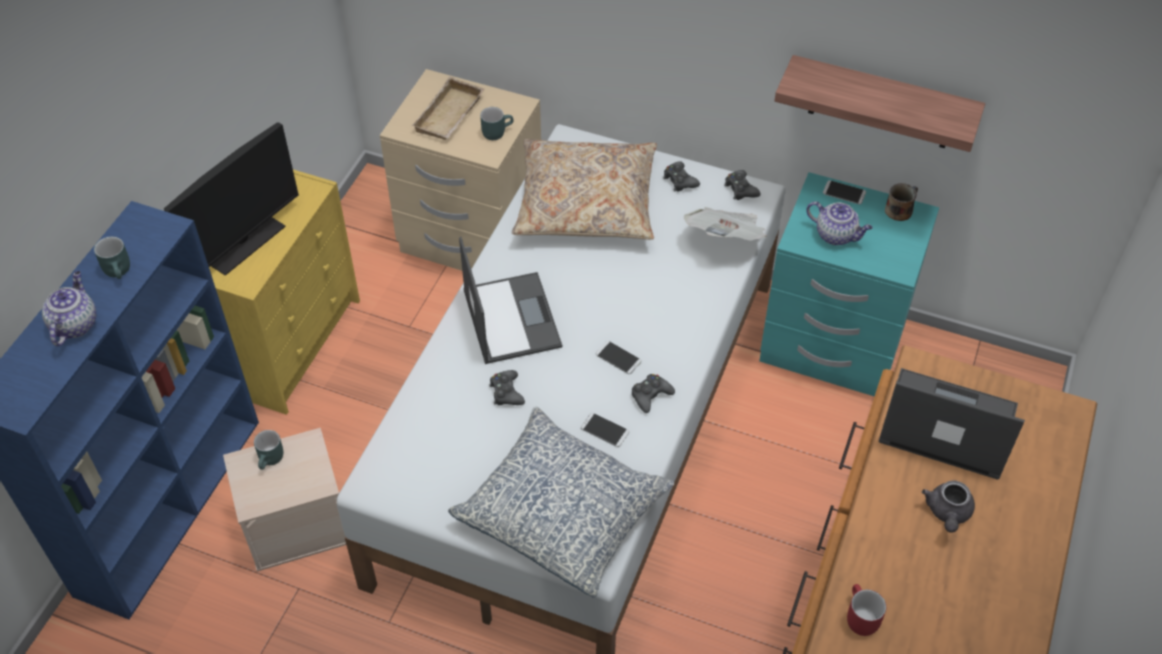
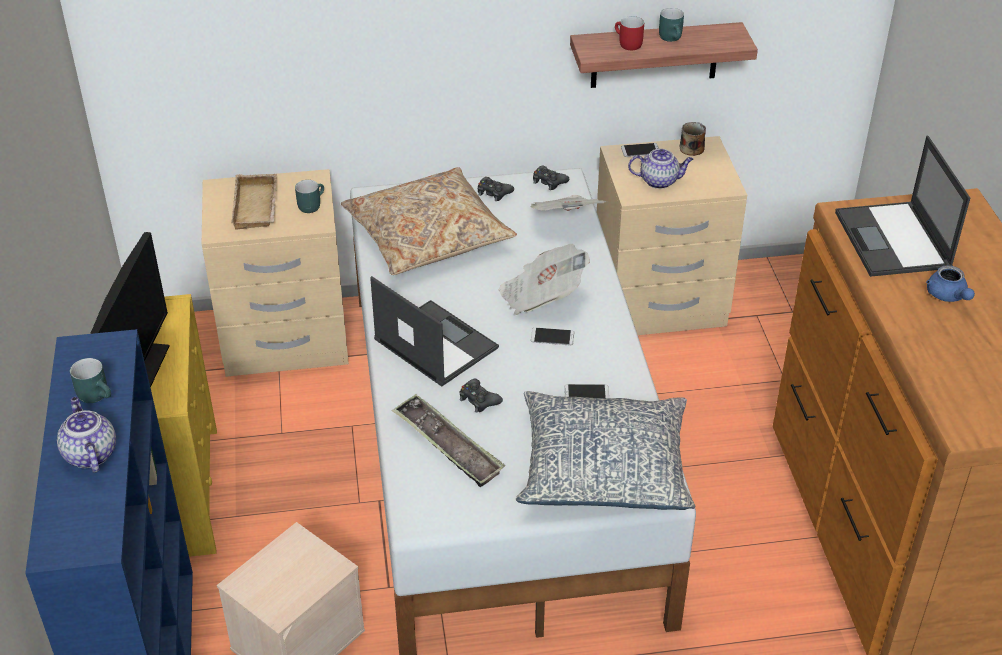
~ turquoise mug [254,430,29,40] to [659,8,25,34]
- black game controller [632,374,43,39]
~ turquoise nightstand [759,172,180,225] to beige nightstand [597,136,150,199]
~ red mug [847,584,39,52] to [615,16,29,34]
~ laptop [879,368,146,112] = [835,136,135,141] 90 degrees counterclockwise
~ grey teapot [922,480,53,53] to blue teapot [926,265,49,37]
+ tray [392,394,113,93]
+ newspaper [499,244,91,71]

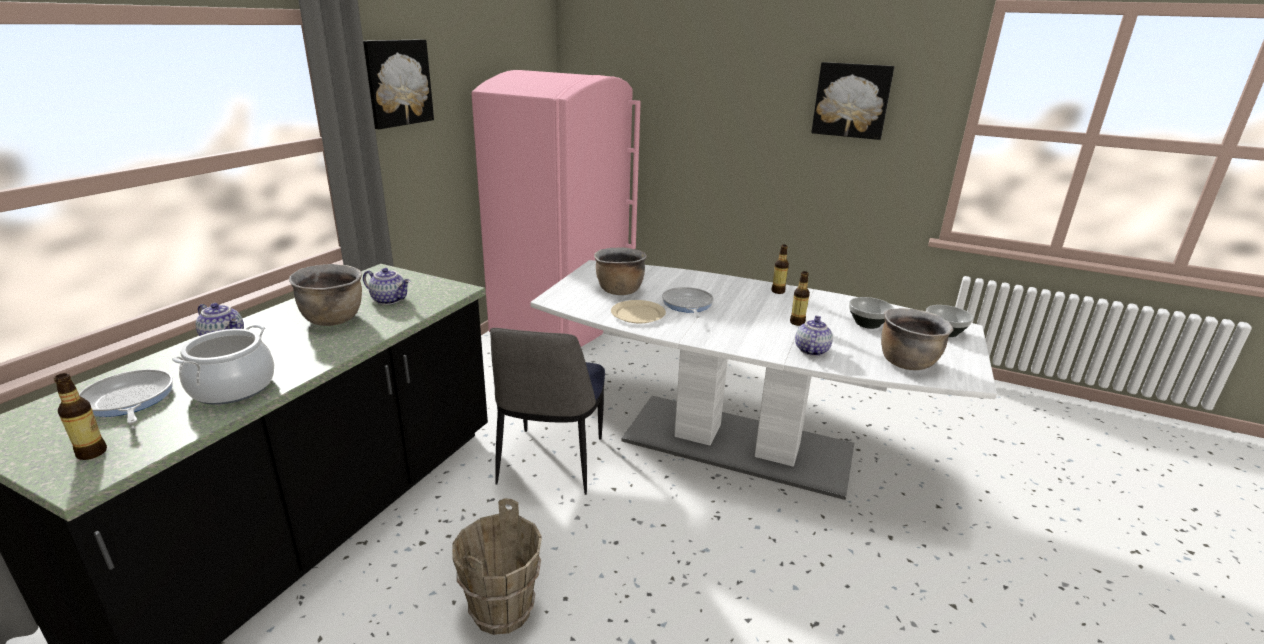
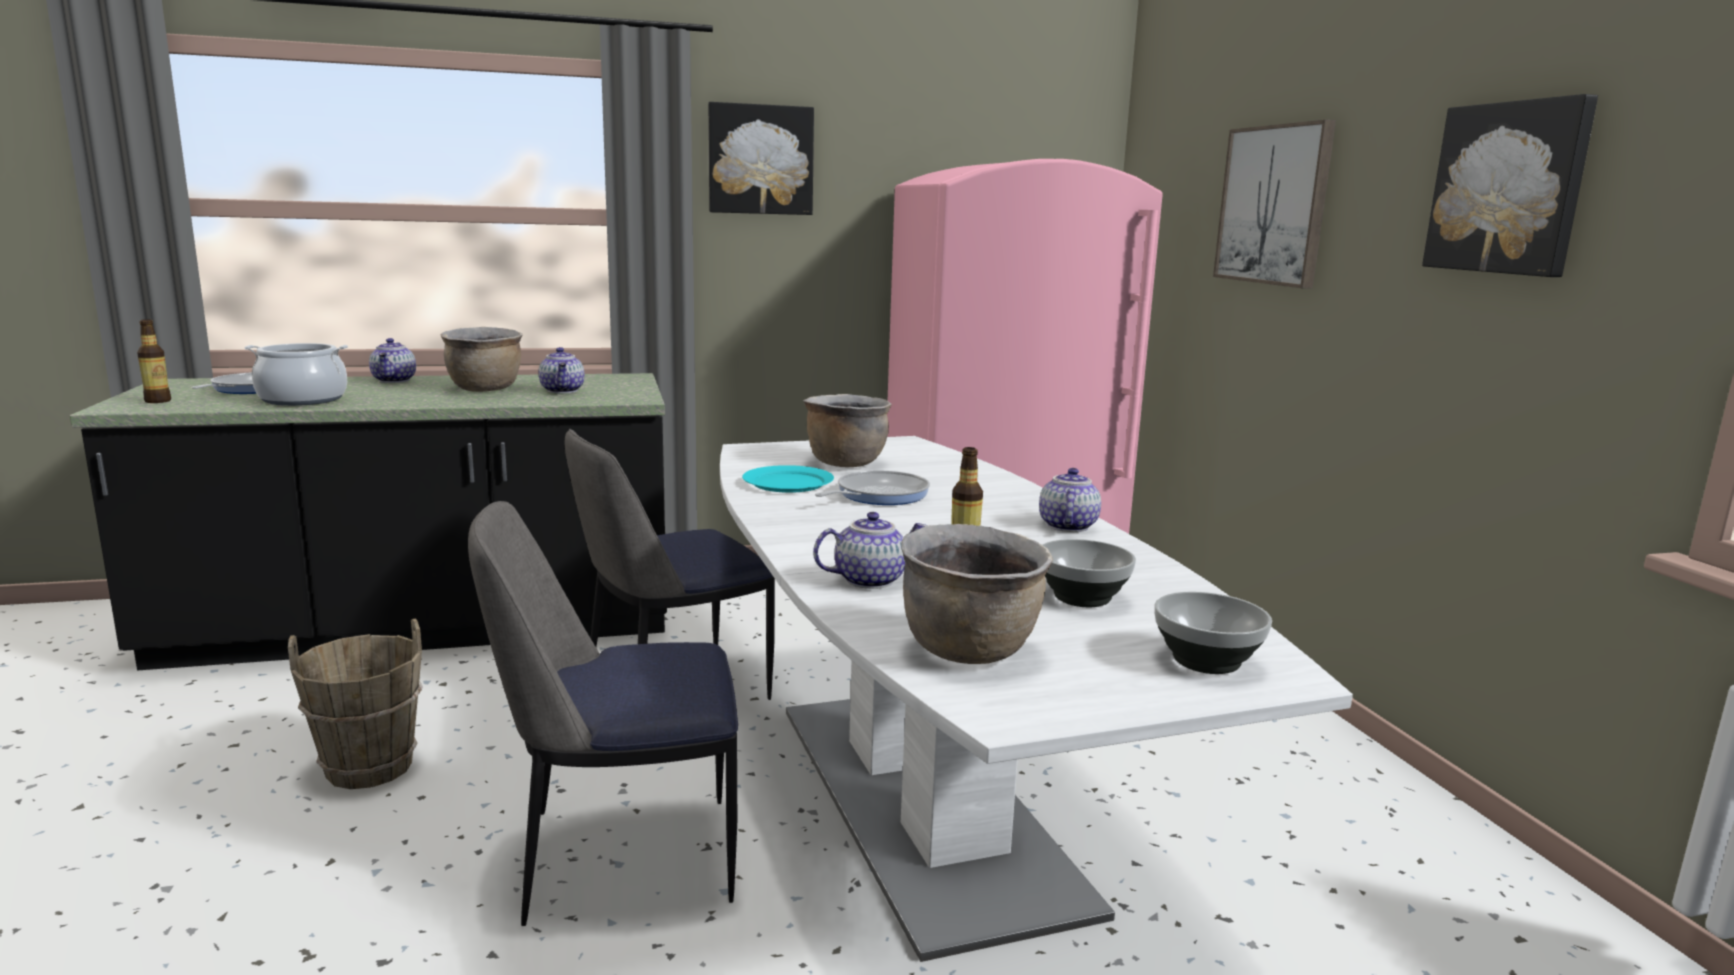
~ beige plate [611,300,55,23] to turquoise plate [742,465,92,28]
~ bottle [771,245,18,49] to teapot [1039,468,62,64]
+ chair [468,501,270,425]
+ picture [1213,120,123,169]

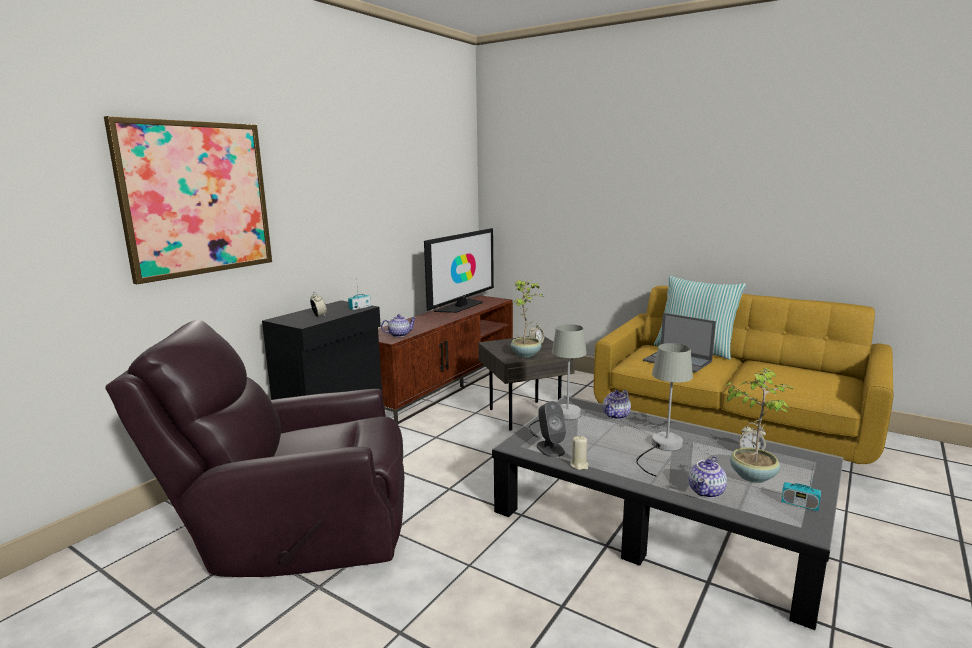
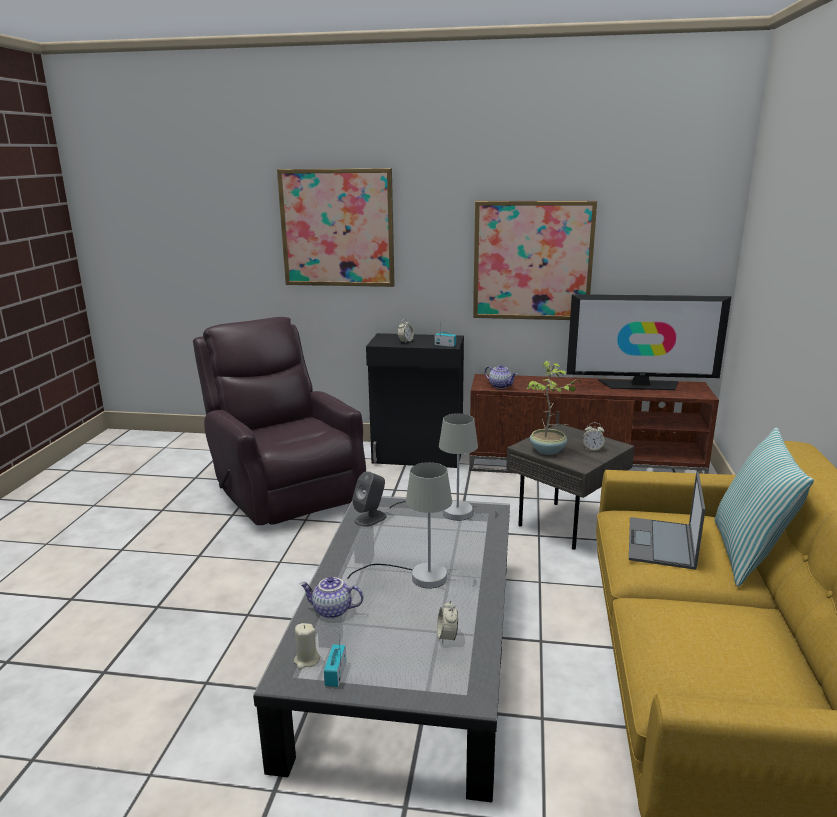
~ beige candle [570,436,19,34] to [294,623,26,46]
- teapot [603,390,28,30]
- potted plant [725,368,68,115]
+ picture [473,201,124,119]

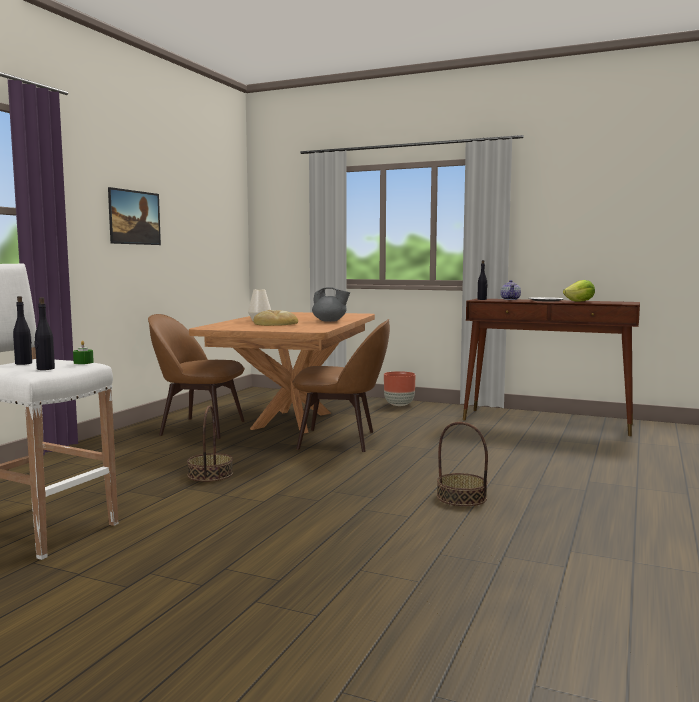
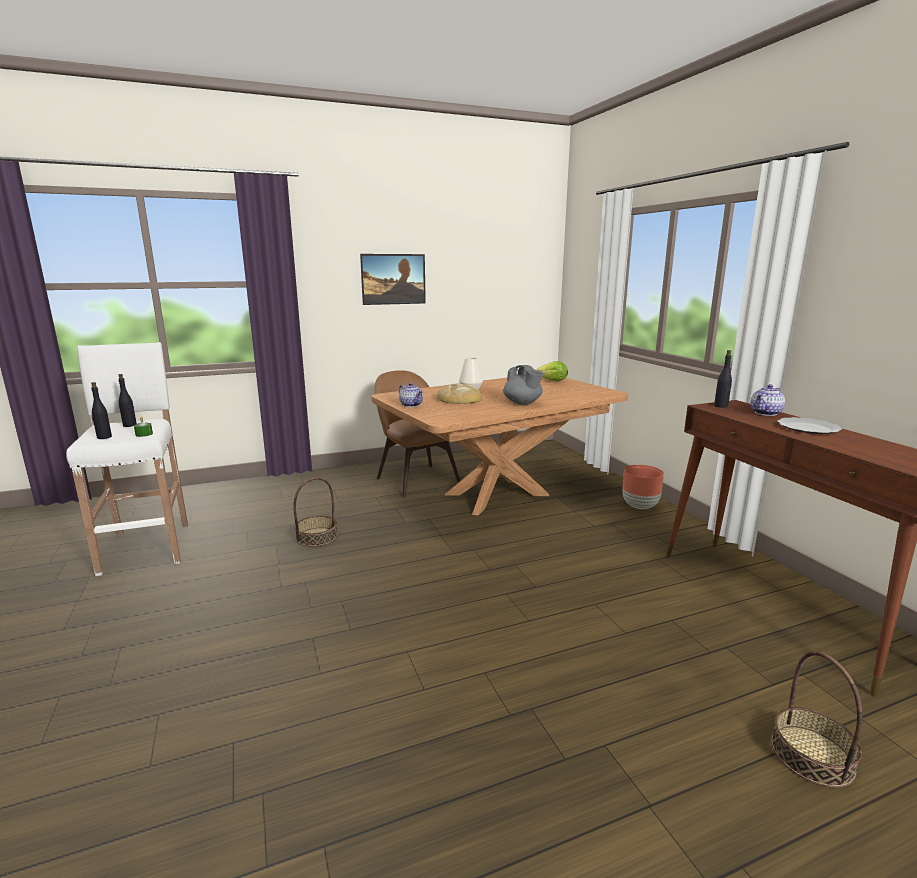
- brown chair [292,319,98,133]
~ basket [437,422,51,84] to [771,651,92,137]
~ lettuce [563,280,32,22] to [537,361,31,20]
+ teapot [399,383,24,24]

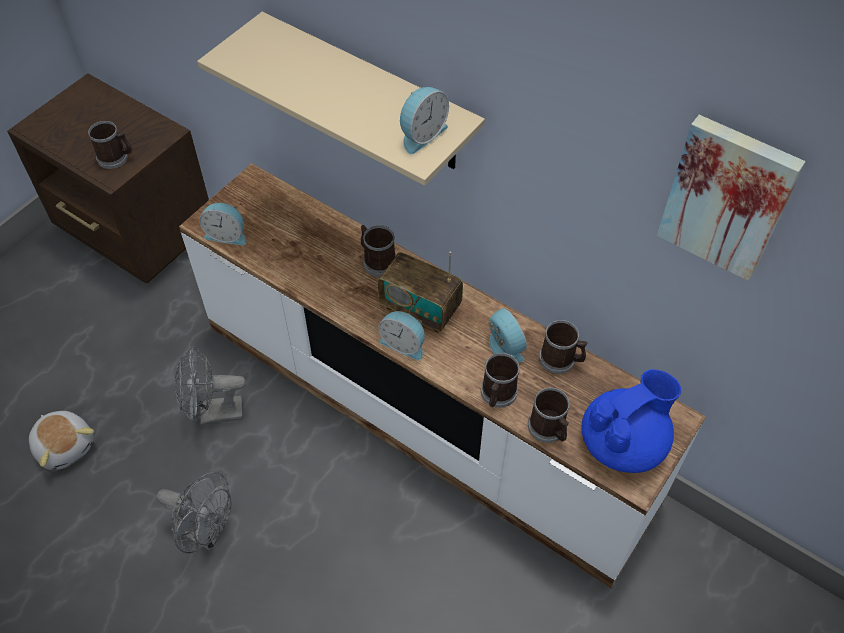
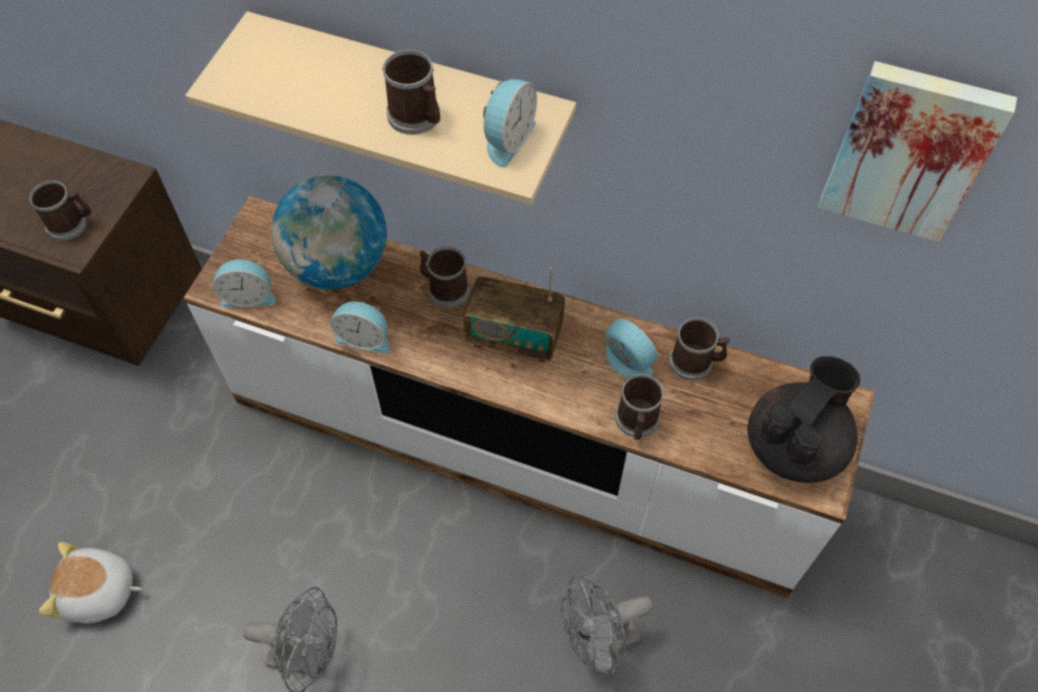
~ plush toy [29,411,65,59] = [39,542,103,81] 150 degrees clockwise
~ grey fan [174,346,72,79] to [561,575,92,101]
~ alarm clock [378,311,47,49] to [330,301,60,52]
~ mug [528,388,42,55] to [382,50,58,85]
~ blue teapot [582,369,99,104] to black teapot [748,356,112,127]
+ globe [272,175,115,114]

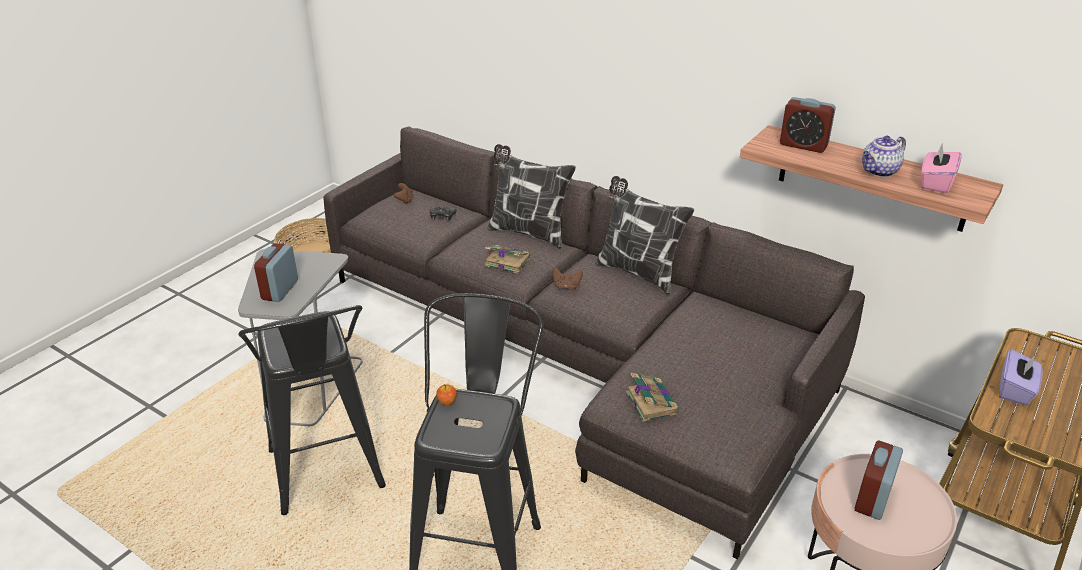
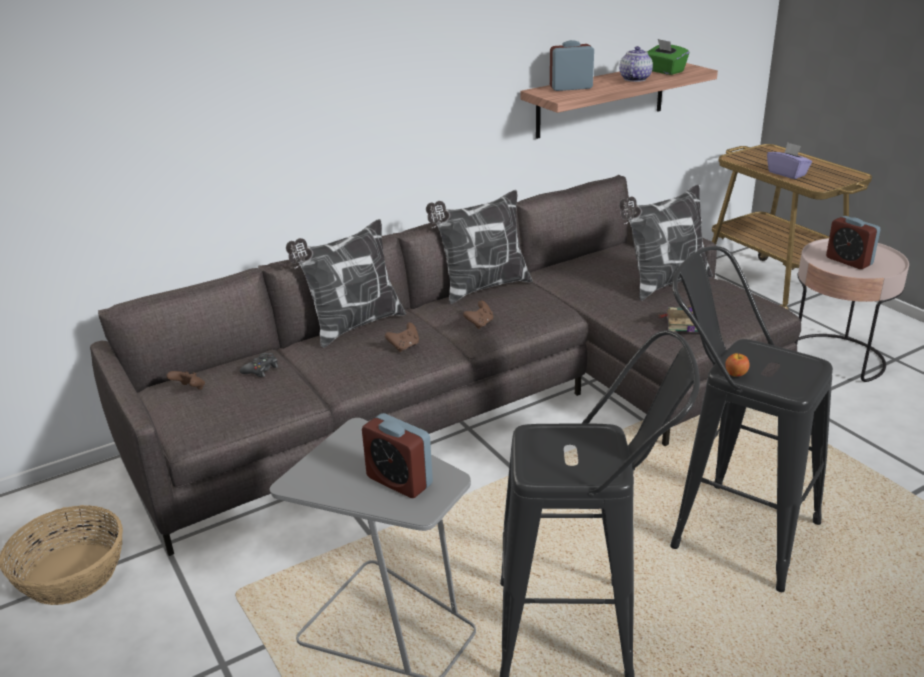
~ book [485,245,45,29] to brown game controller [385,322,34,30]
~ alarm clock [780,97,56,56] = [550,40,44,51] 150 degrees counterclockwise
~ teapot [862,136,44,41] = [619,46,34,36] 150 degrees counterclockwise
~ pink tissue box [921,142,41,51] to green tissue box [647,39,42,36]
+ pillow [619,184,94,117]

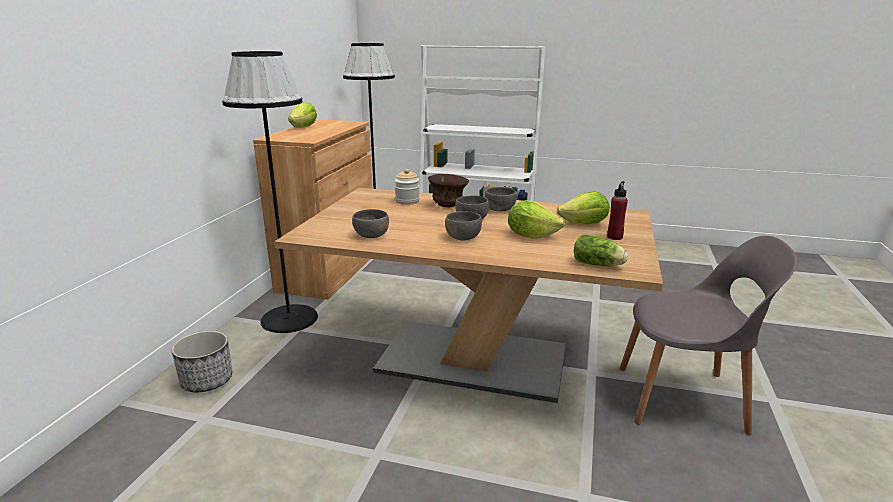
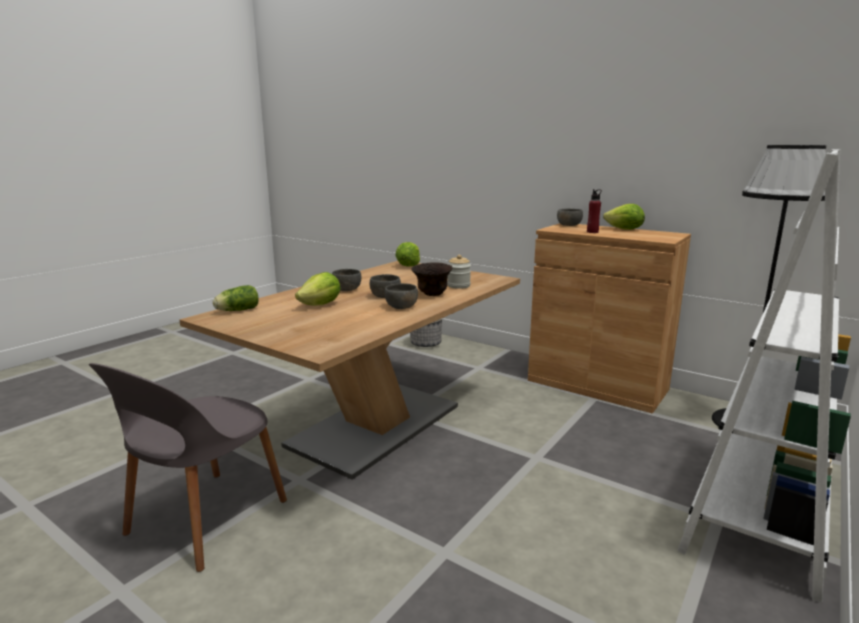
- black floor lamp [222,51,96,282]
~ grey bowl [352,209,37,29] to [557,209,26,17]
~ lettuce [557,192,53,33] to [395,242,25,25]
~ red bottle [607,181,21,59] to [587,189,15,44]

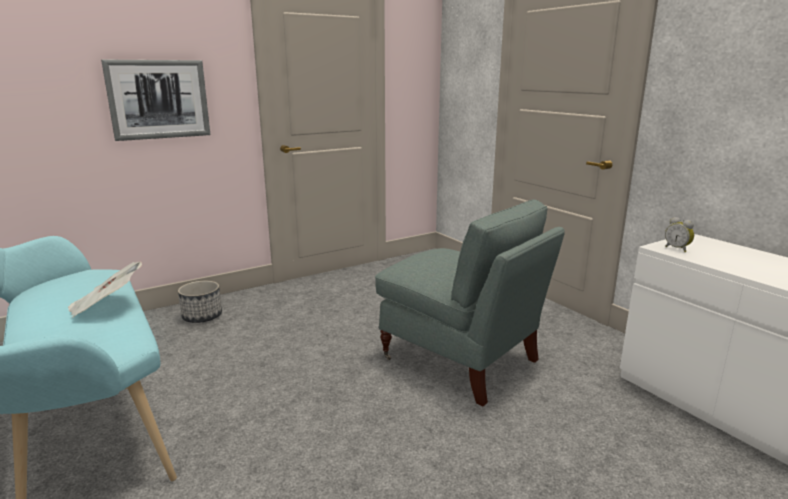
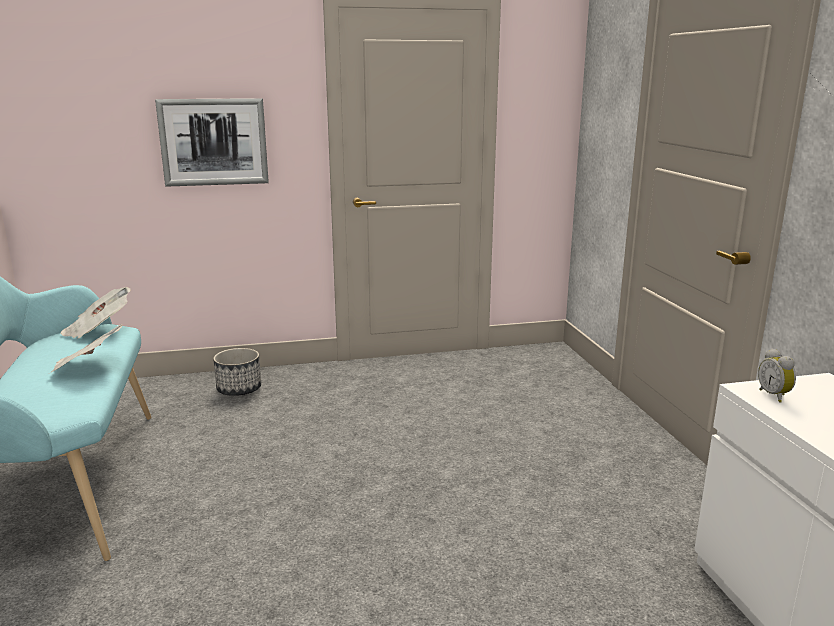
- grey armchair [375,199,190,207]
+ newspaper [60,287,71,52]

